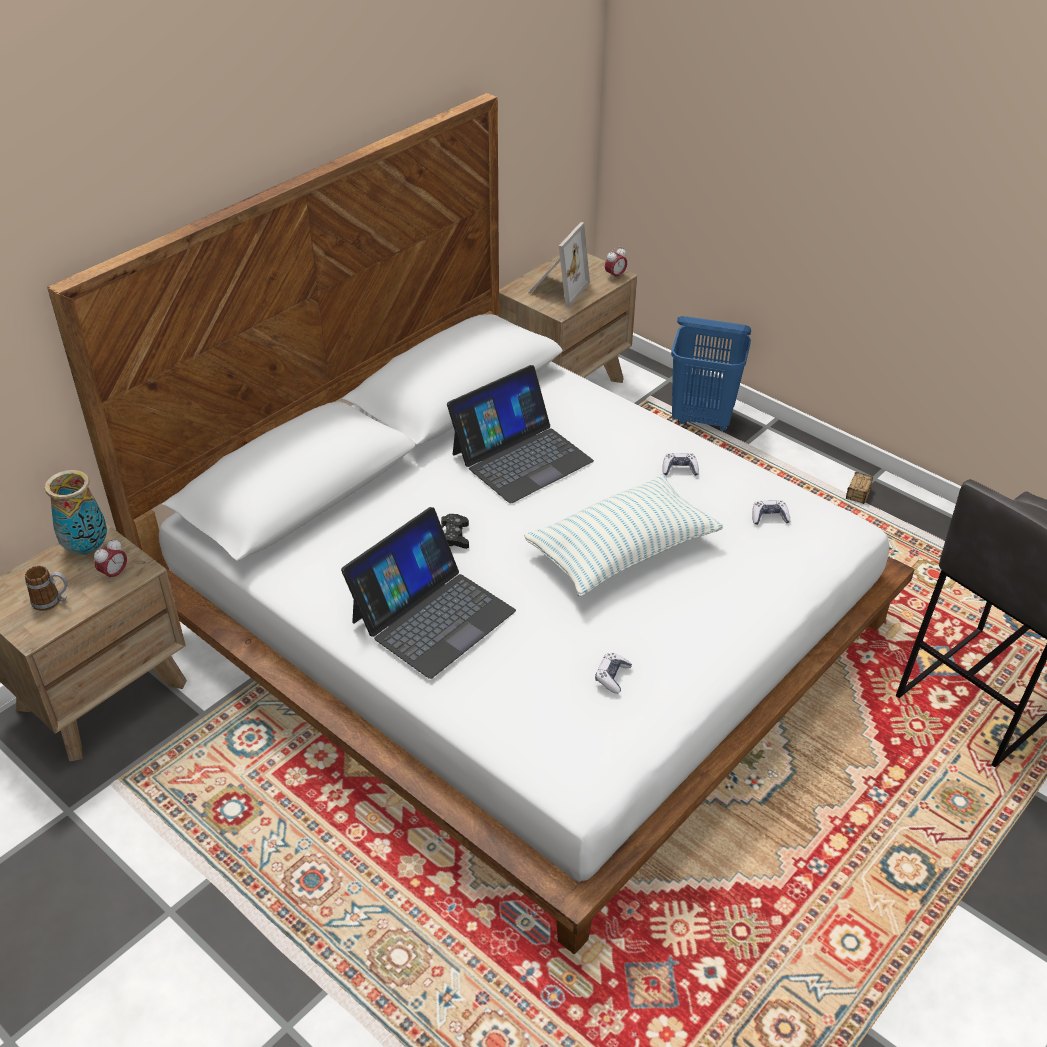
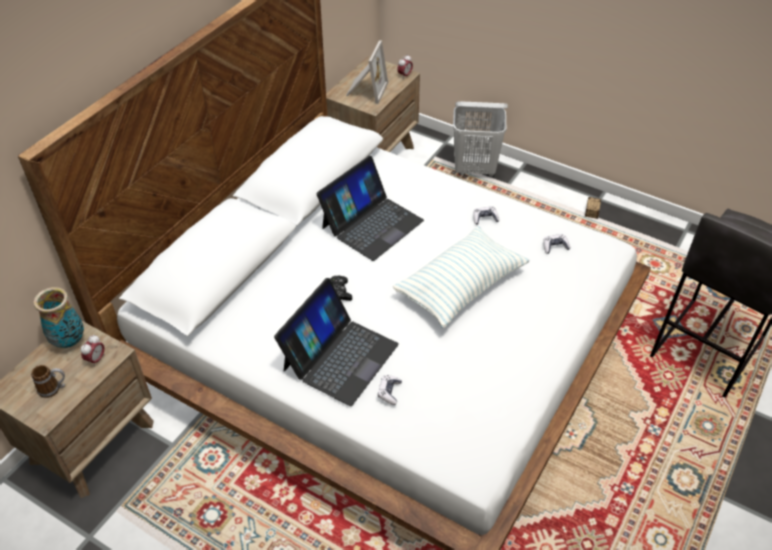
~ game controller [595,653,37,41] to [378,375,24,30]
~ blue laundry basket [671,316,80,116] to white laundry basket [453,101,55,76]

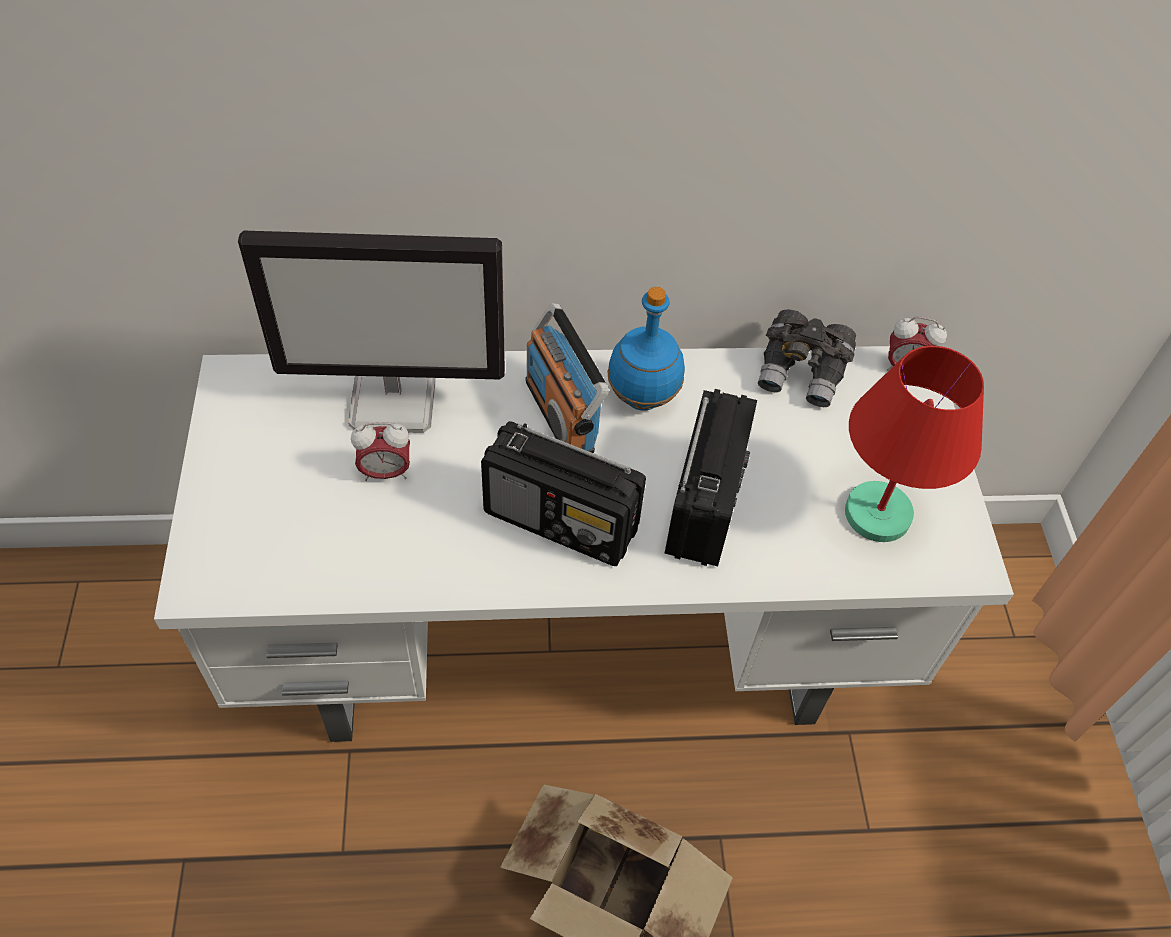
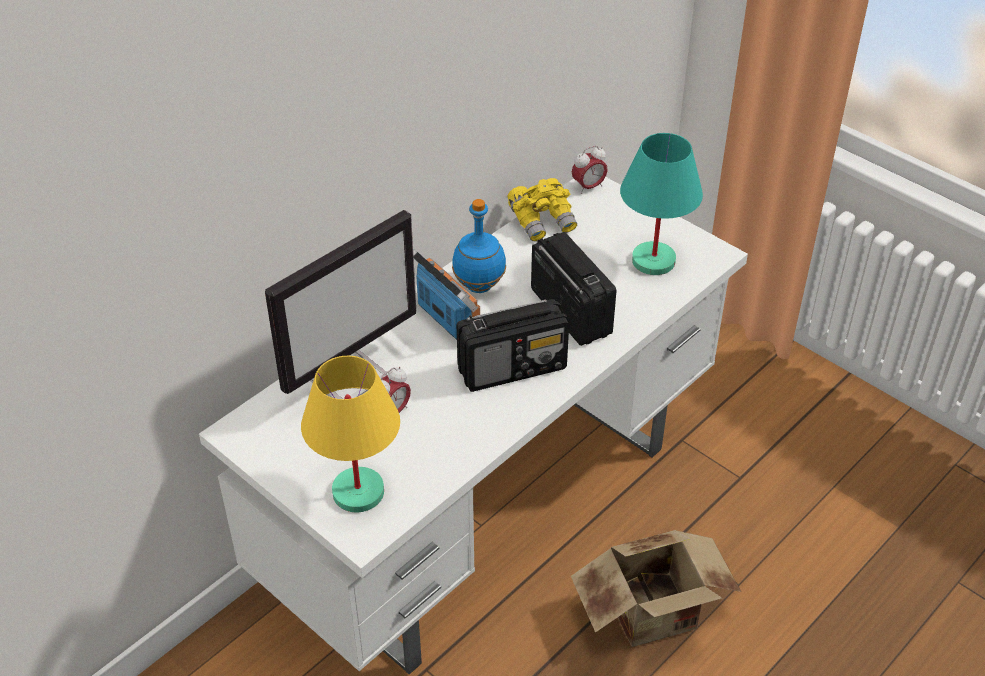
~ radio [526,303,83,150] = [413,249,67,91] 150 degrees counterclockwise
~ grey binoculars [758,309,98,98] to yellow binoculars [507,178,70,63]
~ red table lamp [845,346,139,196] to turquoise table lamp [620,133,83,142]
+ yellow table lamp [301,356,99,156]

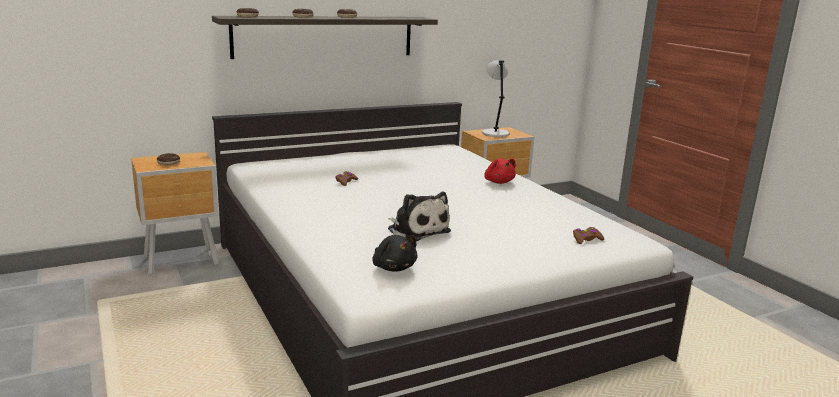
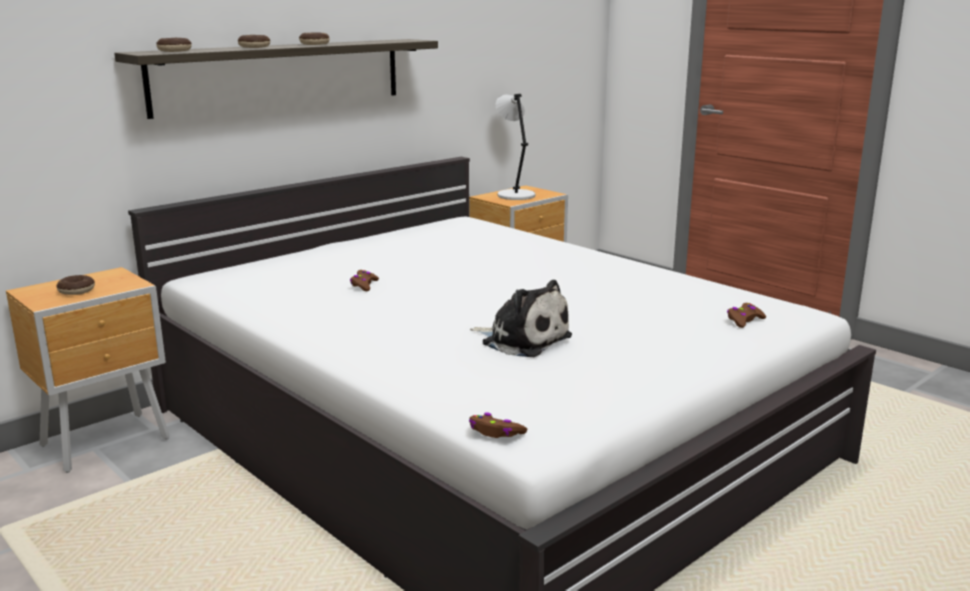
- black plush toy [373,235,44,36]
- red plush toy [484,158,32,26]
+ brown game controller [469,413,58,25]

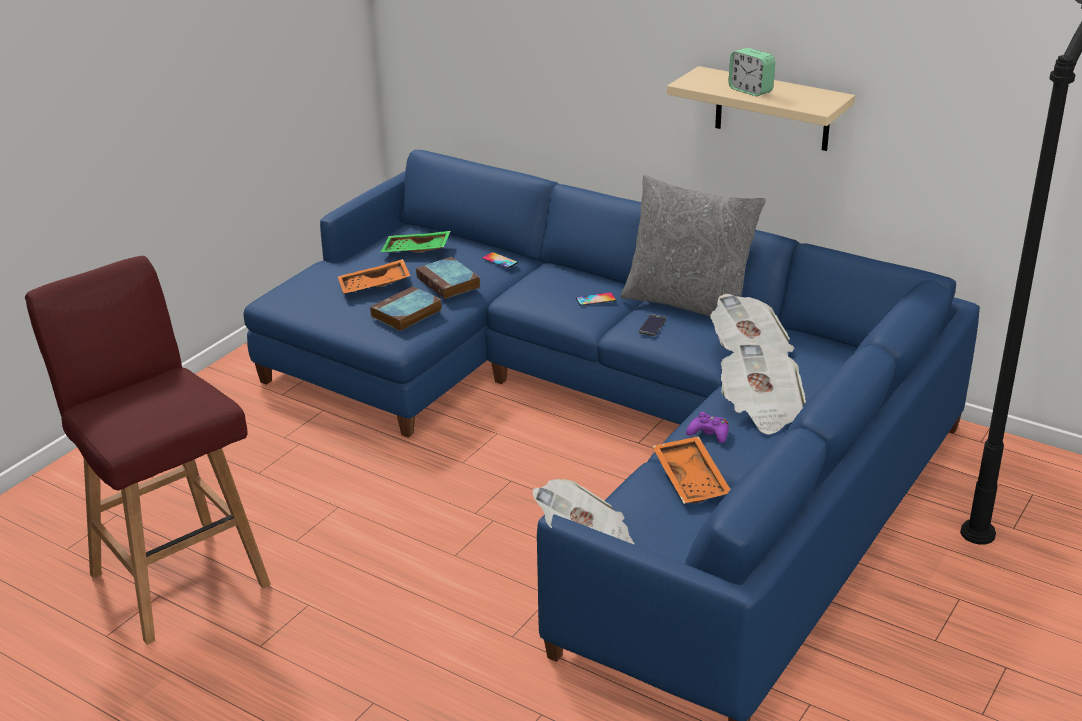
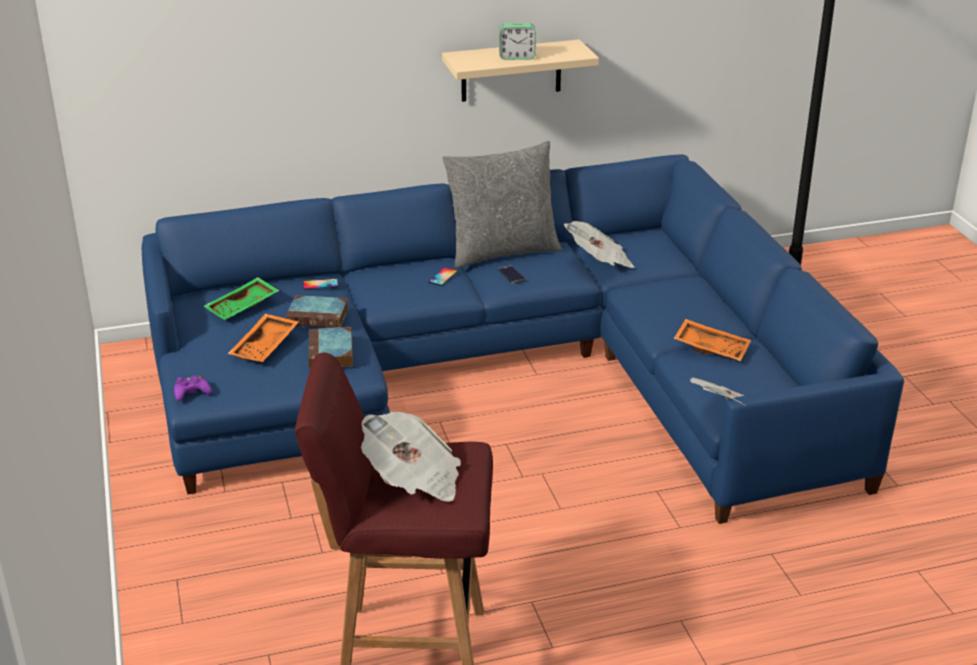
~ purple game controller [686,412,43,31] to [174,375,38,26]
~ newspaper [721,342,85,93] to [361,412,100,90]

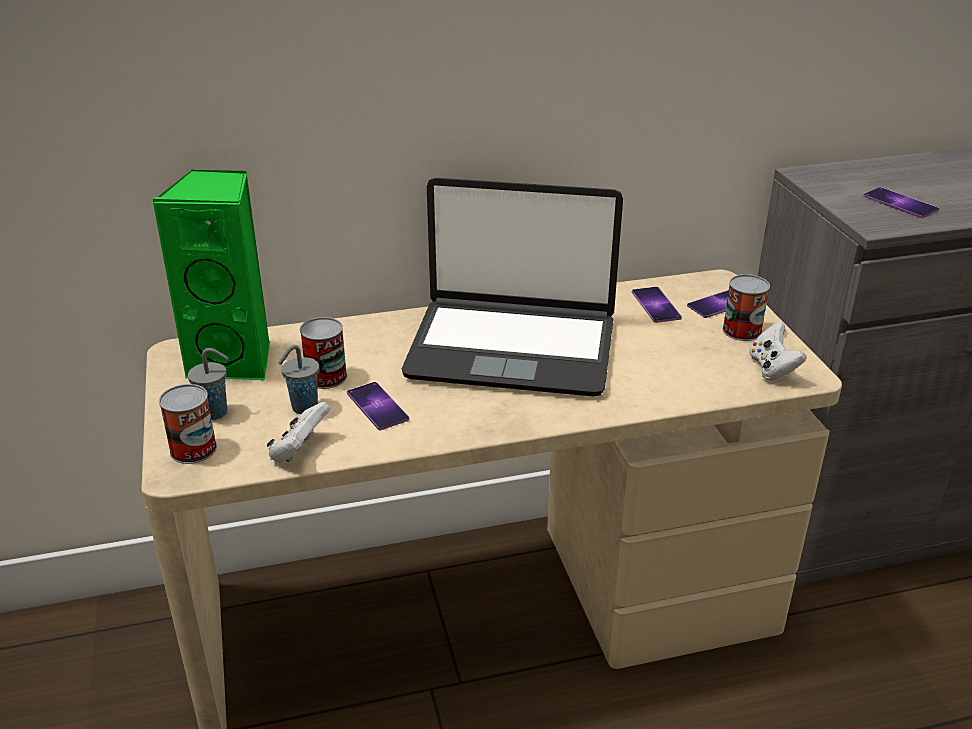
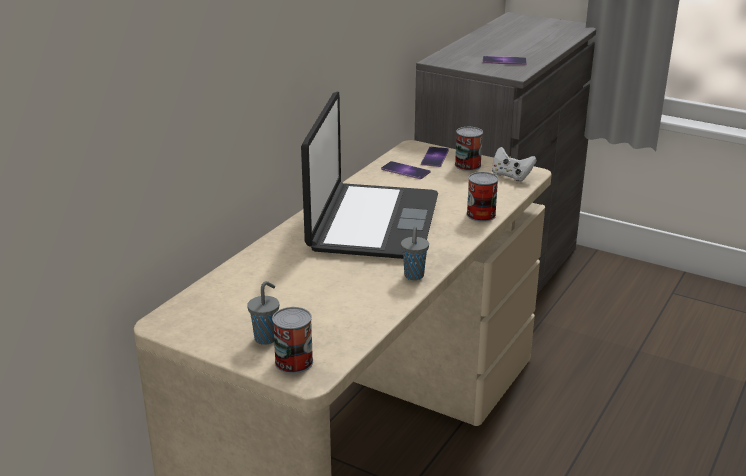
- green speaker [151,169,119,212]
- white game controller [267,402,64,61]
~ grey cup [278,345,41,69] to [401,226,28,54]
~ can [300,317,47,72] to [467,172,31,50]
- phone [347,382,62,48]
~ laptop [402,178,221,218] = [301,92,137,167] 45 degrees counterclockwise

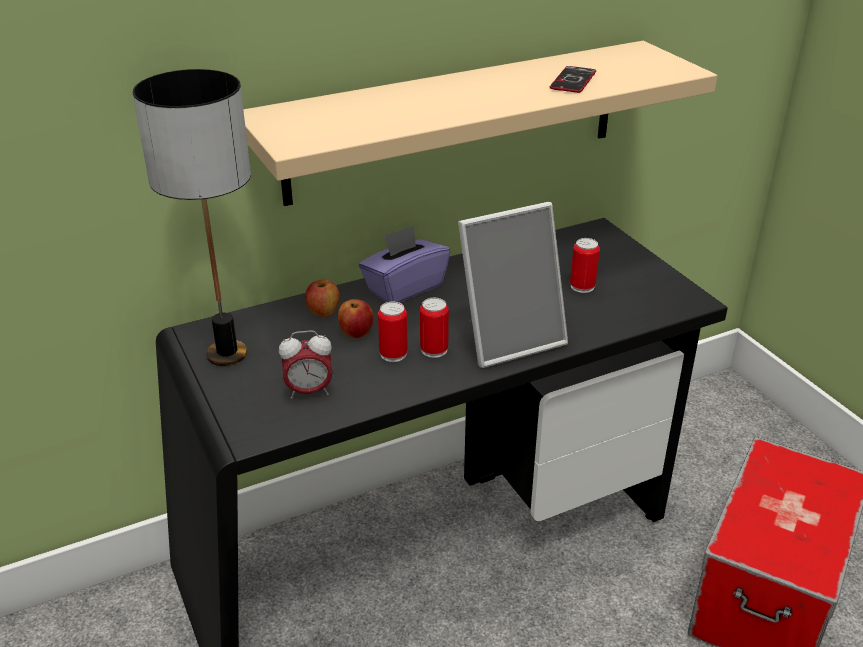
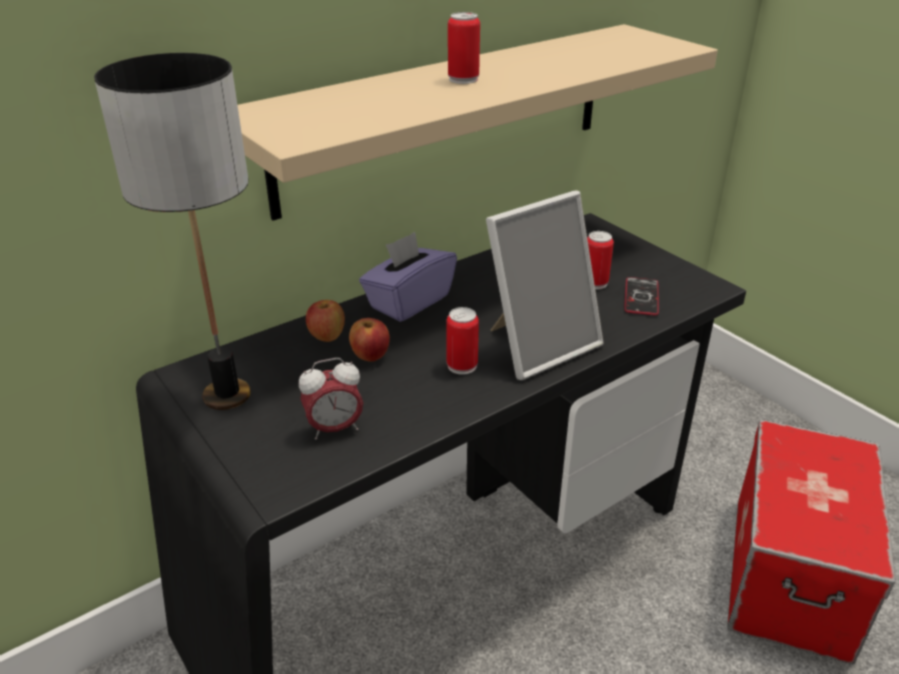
~ can [378,302,30,60] to [448,12,32,72]
~ phone [550,66,46,27] to [624,277,35,39]

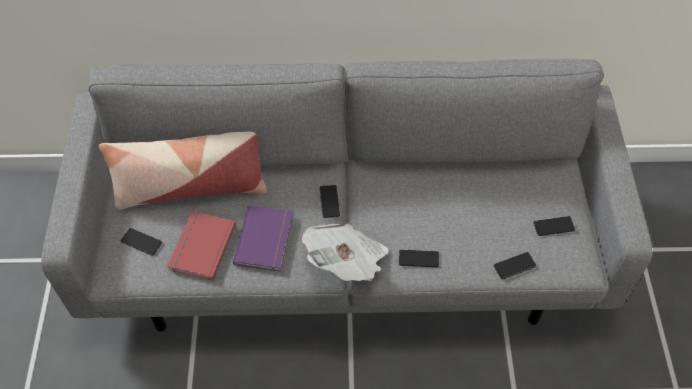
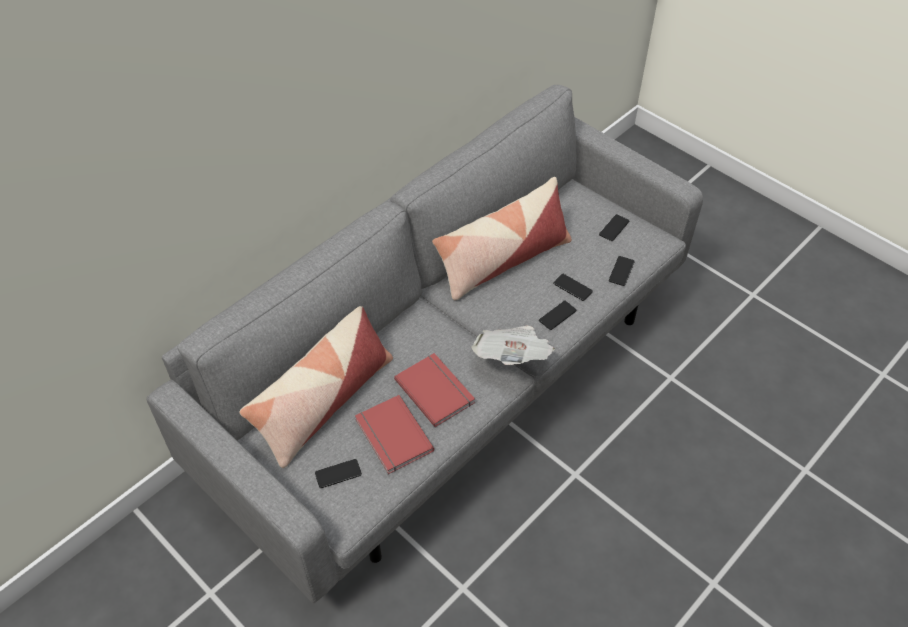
~ purple book [233,205,60,66] to red book [394,353,81,74]
~ phone [319,185,21,33] to [553,274,40,27]
+ pillow [432,177,140,123]

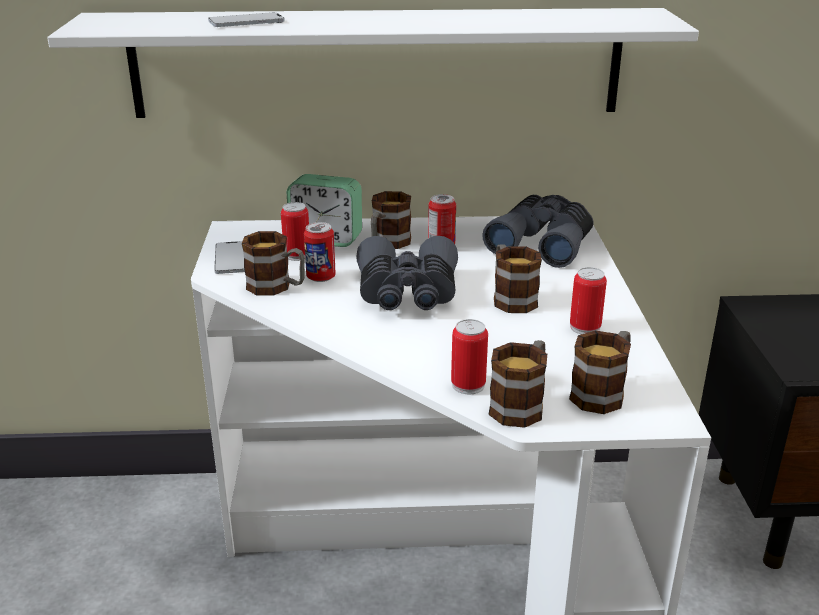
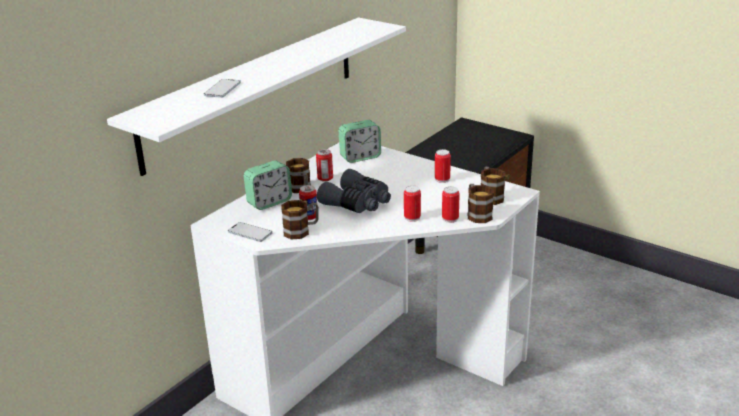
~ can [281,202,28,59] to [404,185,17,37]
~ grey binoculars [482,195,112,73] to alarm clock [339,120,42,43]
- mug [494,244,48,69]

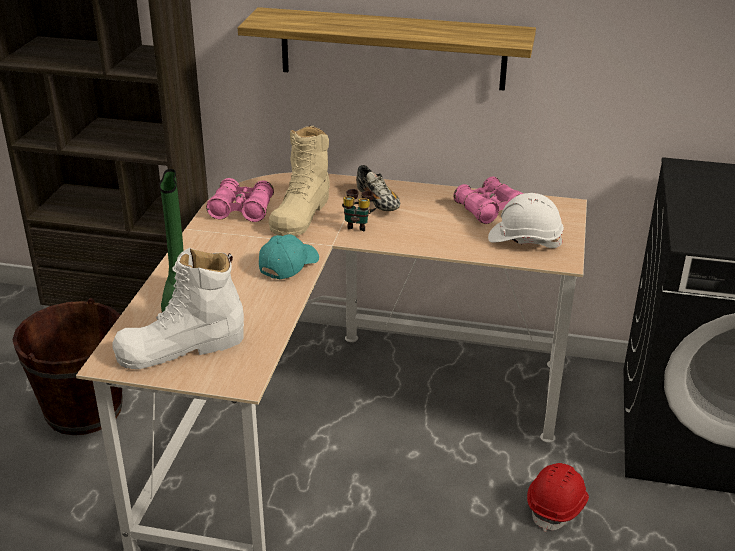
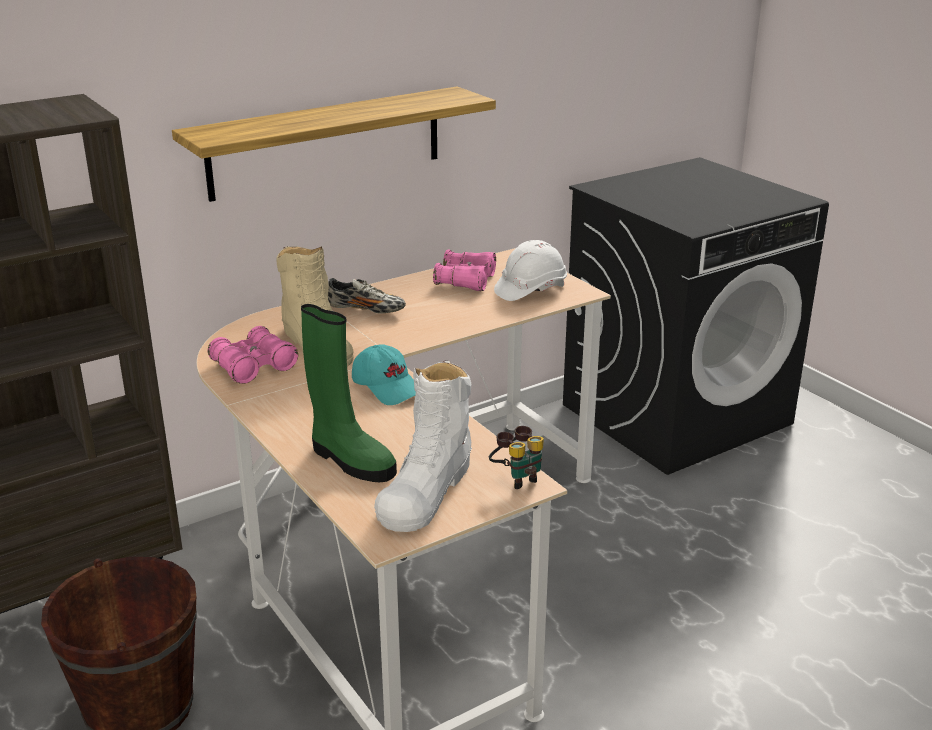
~ turquoise cap [259,234,60,45] = [352,344,64,61] 150 degrees clockwise
~ binoculars [342,189,36,42] to [489,426,55,63]
- red hard hat [527,463,62,69]

